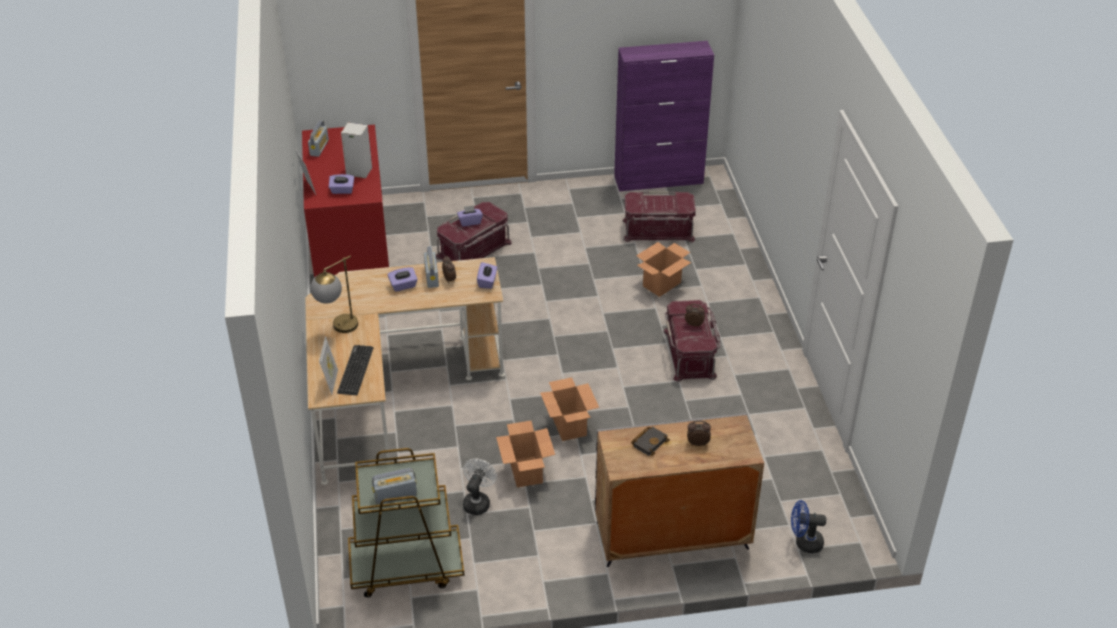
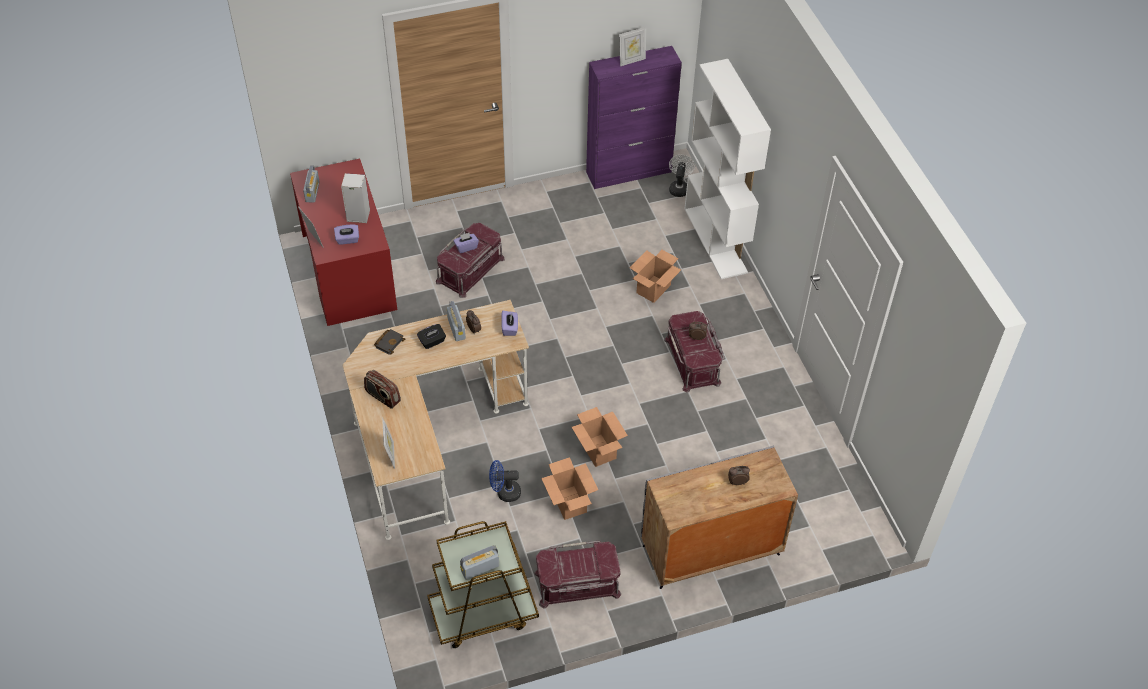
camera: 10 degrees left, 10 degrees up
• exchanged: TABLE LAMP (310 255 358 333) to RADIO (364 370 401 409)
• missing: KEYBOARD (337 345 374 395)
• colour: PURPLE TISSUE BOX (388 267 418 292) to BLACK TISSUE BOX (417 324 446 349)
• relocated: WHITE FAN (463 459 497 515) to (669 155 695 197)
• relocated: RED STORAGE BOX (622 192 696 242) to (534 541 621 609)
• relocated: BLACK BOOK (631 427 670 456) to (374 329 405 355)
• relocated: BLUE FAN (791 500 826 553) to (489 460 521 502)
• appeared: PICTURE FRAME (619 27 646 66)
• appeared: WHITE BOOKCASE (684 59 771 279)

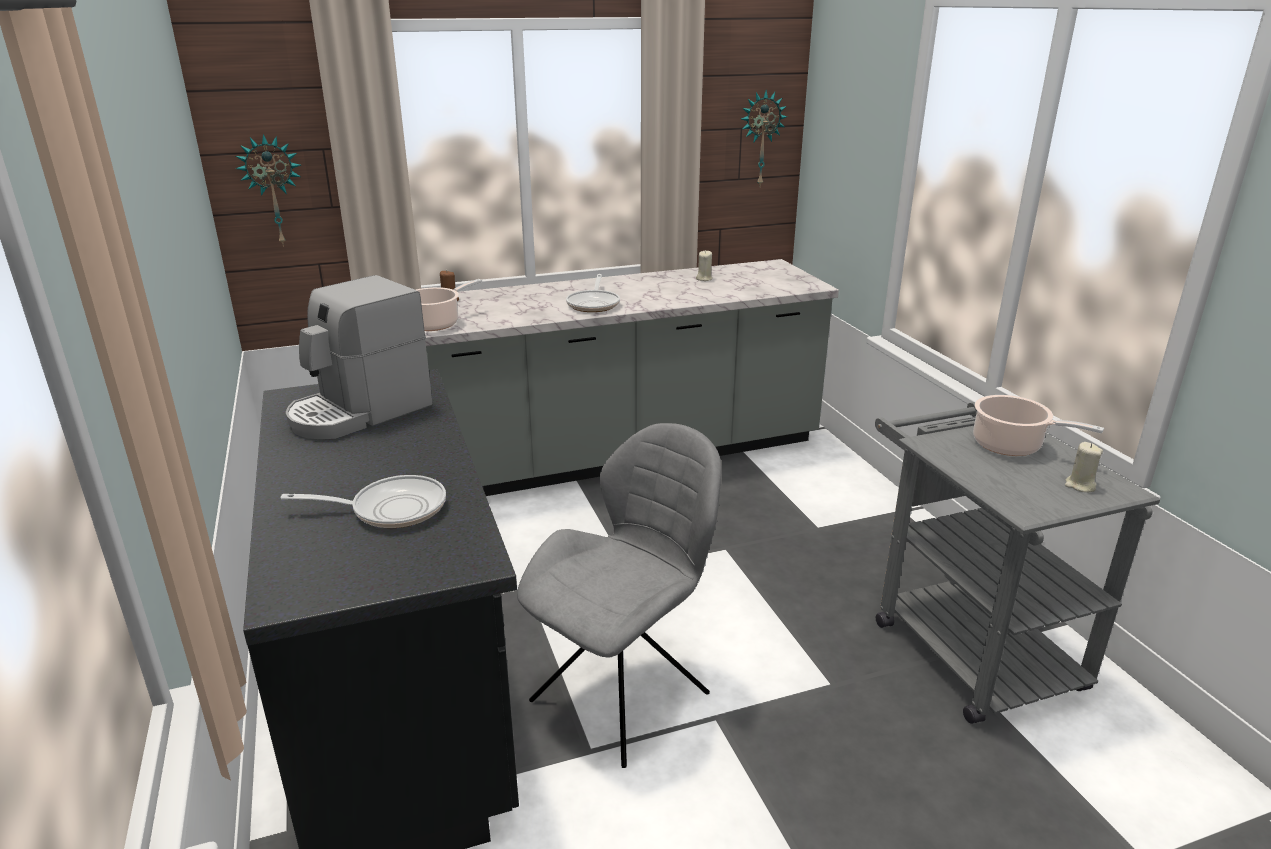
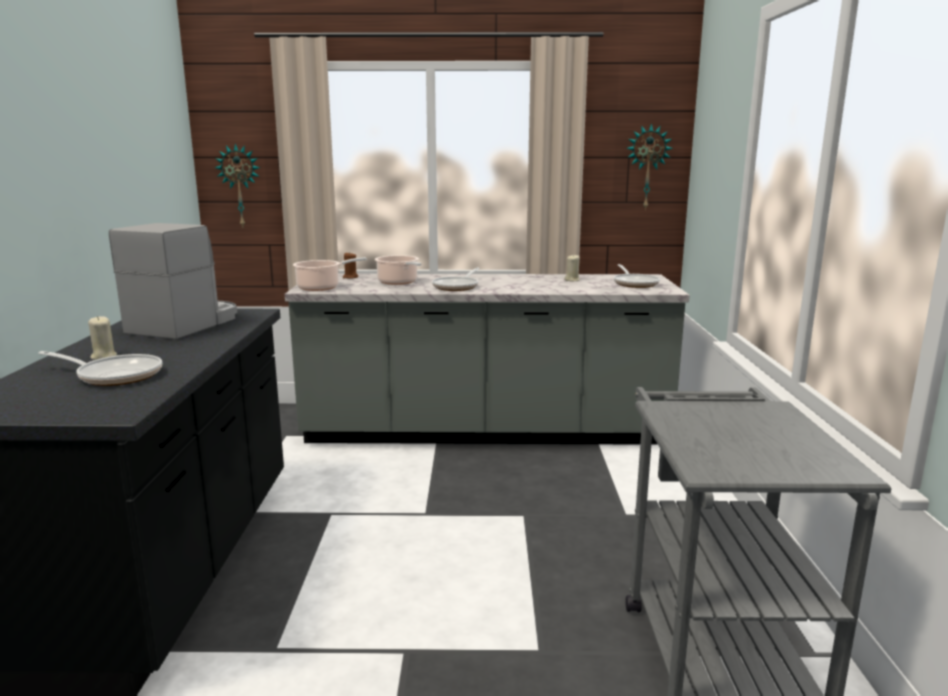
camera: 20 degrees right, 10 degrees down
• spun: COFFEE MACHINE (286 275 432 439) = (109 223 237 339) 135 degrees clockwise
• missing: GREY CHAIR (517 423 721 768)
• relocated: COOKING POT (973 395 1104 456) to (375 255 421 285)
• relocated: BEIGE CANDLE (1065 442 1103 492) to (88 316 117 360)
• appeared: FRYING PAN (614 264 660 288)

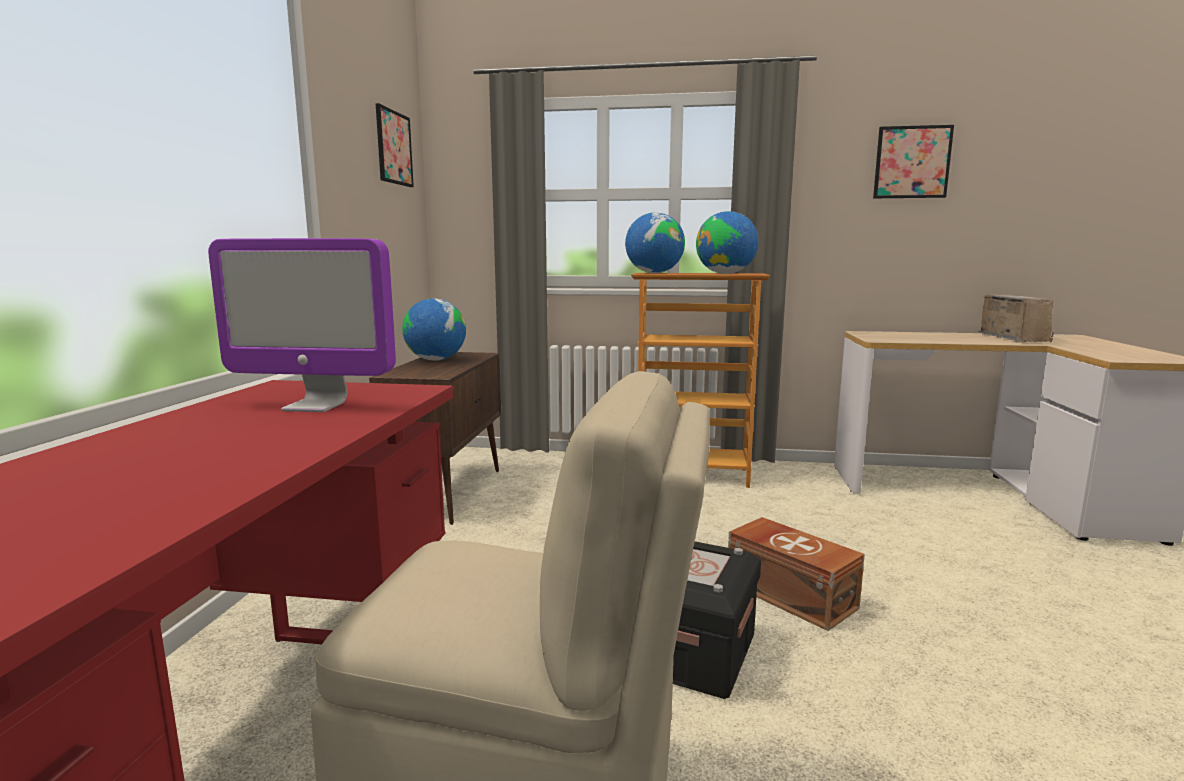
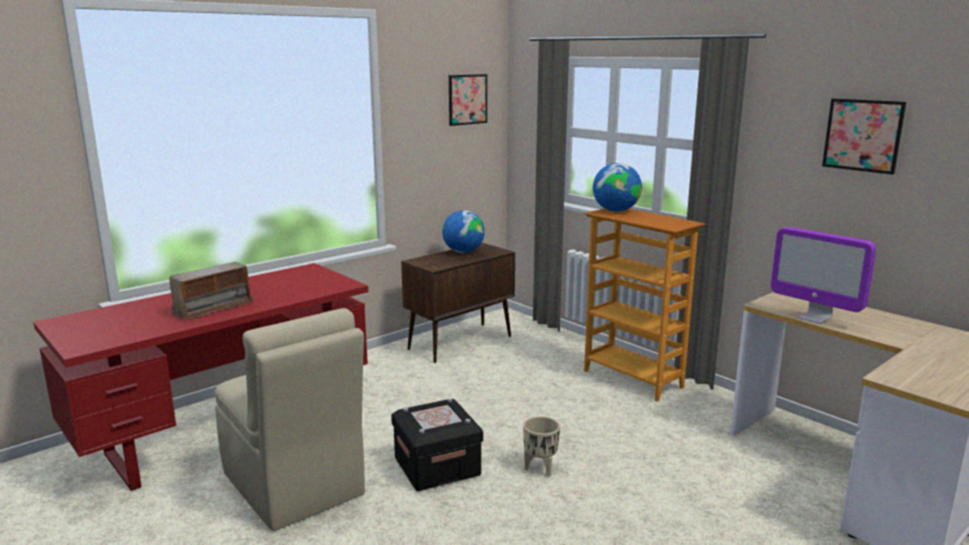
camera: 40 degrees right, 5 degrees up
• relocated: MONITOR (208 238 396 412) to (771 227 876 324)
• missing: GLOBE (696 211 758 274)
• exchanged: BROWN STORAGE BOX (728 517 865 631) to BEIGE PLANTER (523 416 560 477)
• relocated: RADIO (980 294 1054 343) to (169 262 254 320)

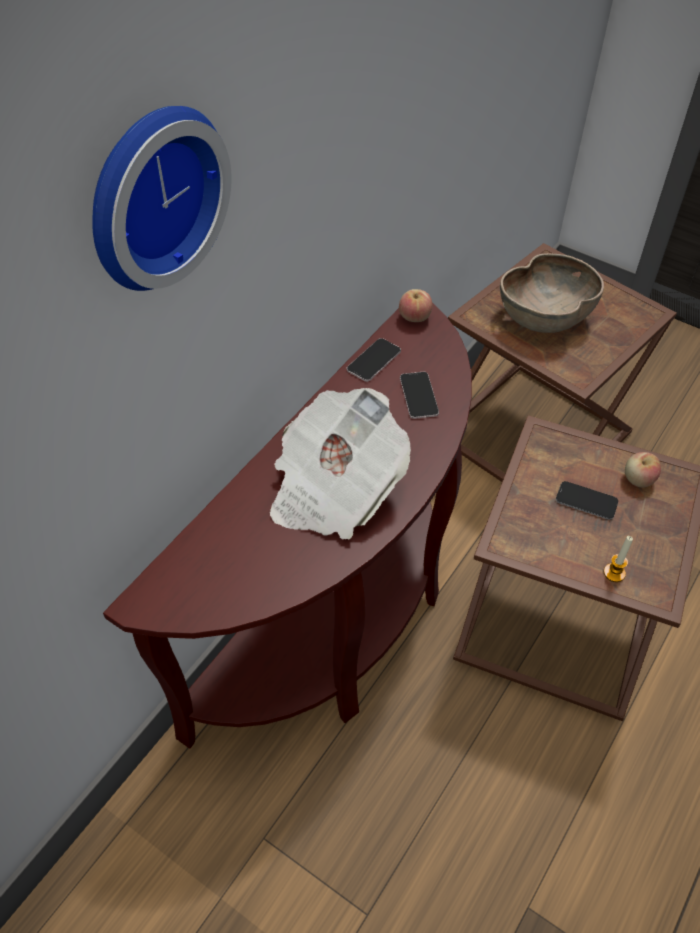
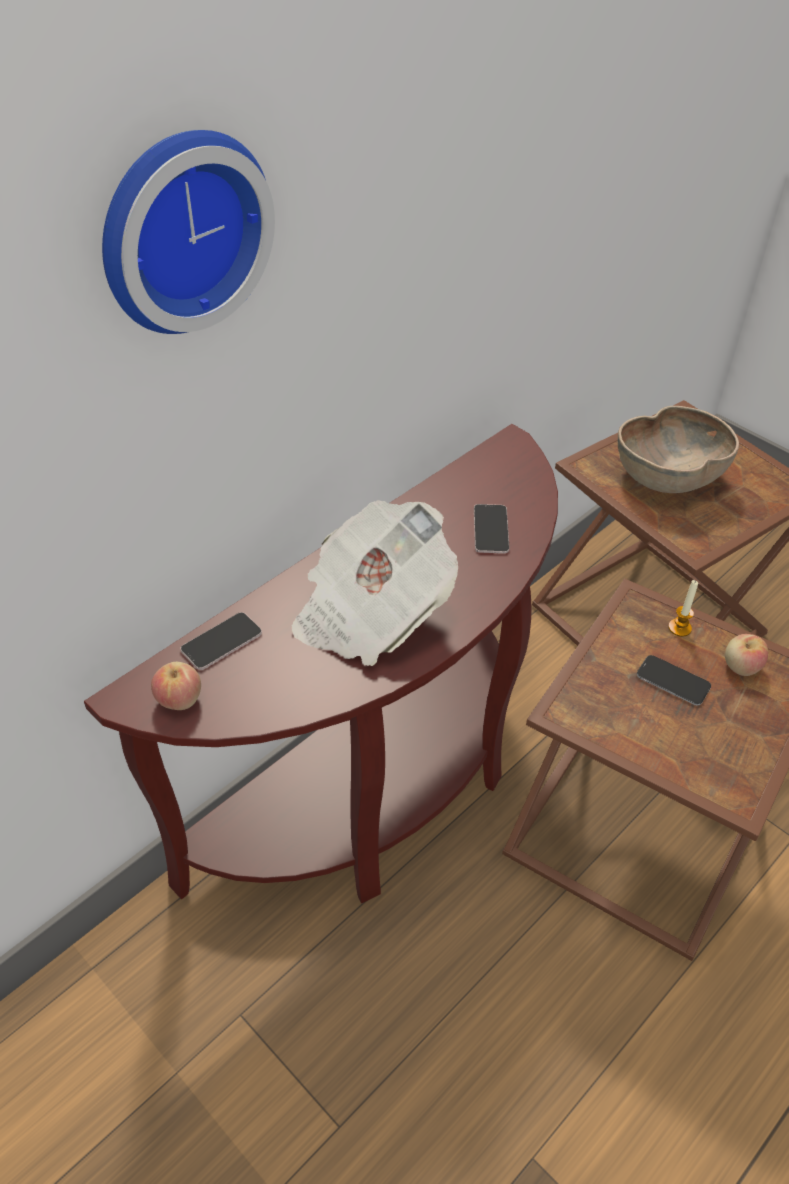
camera: 10 degrees right, 5 degrees down
• relocated: PHONE (347 338 401 382) to (180 612 262 670)
• relocated: APPLE (399 289 432 322) to (151 662 201 710)
• relocated: CANDLE (604 536 633 582) to (668 580 698 637)

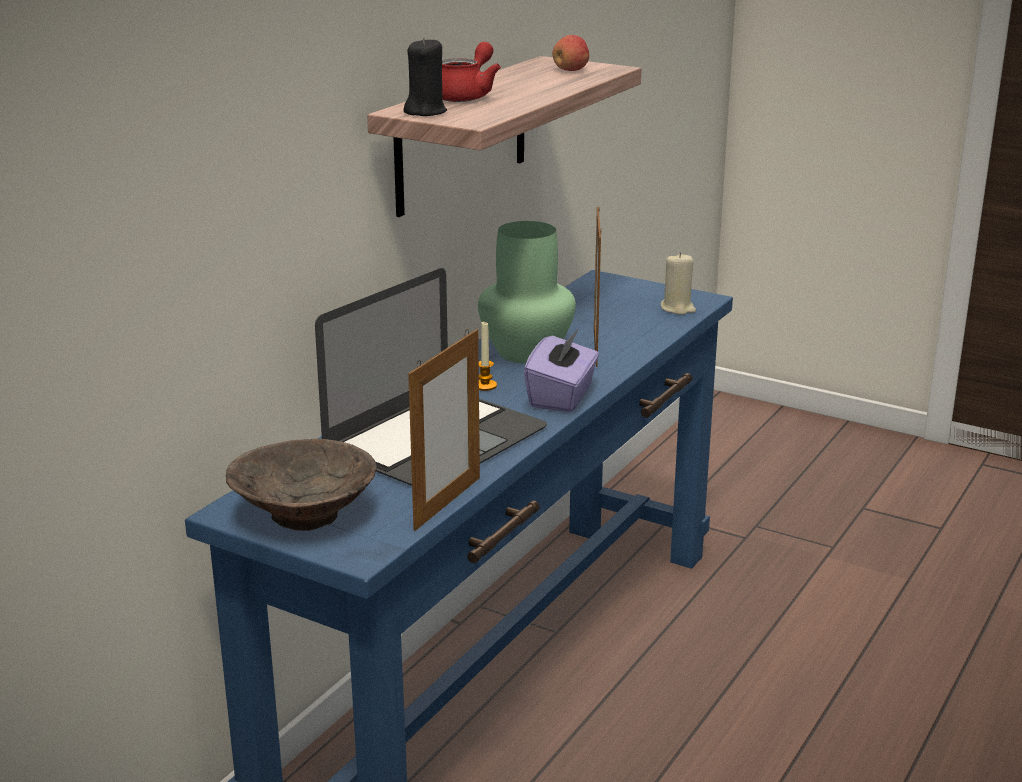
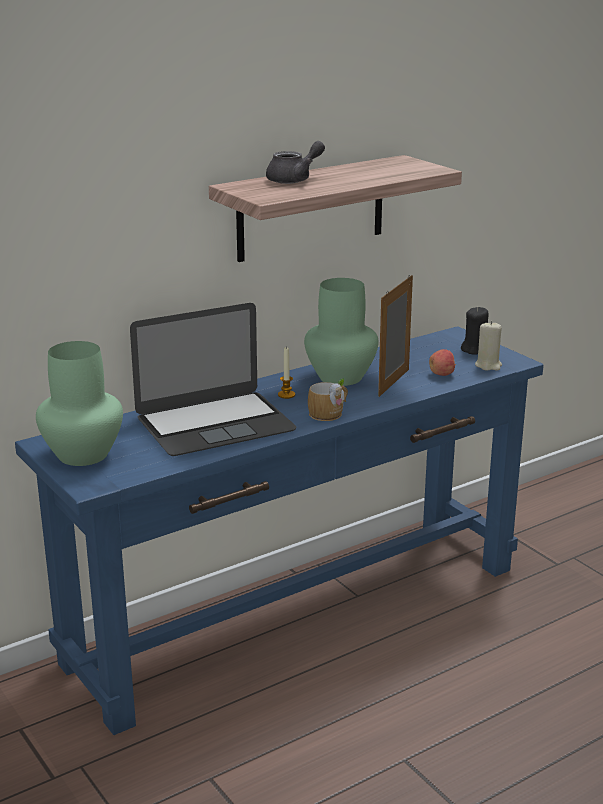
camera: 25 degrees right, 0 degrees up
• exchanged: BROWN BOWL (226 439 377 531) to GREEN VASE (36 341 123 466)
• relocated: BLACK CANDLE (403 37 447 116) to (461 307 489 354)
• missing: PICTURE FRAME (408 329 480 531)
• colour: RED TEAPOT (442 42 501 102) to GREY TEAPOT (266 141 325 184)
• exchanged: PURPLE TISSUE BOX (524 330 599 412) to MUG (308 379 348 421)
• relocated: APPLE (552 35 589 71) to (429 349 456 376)

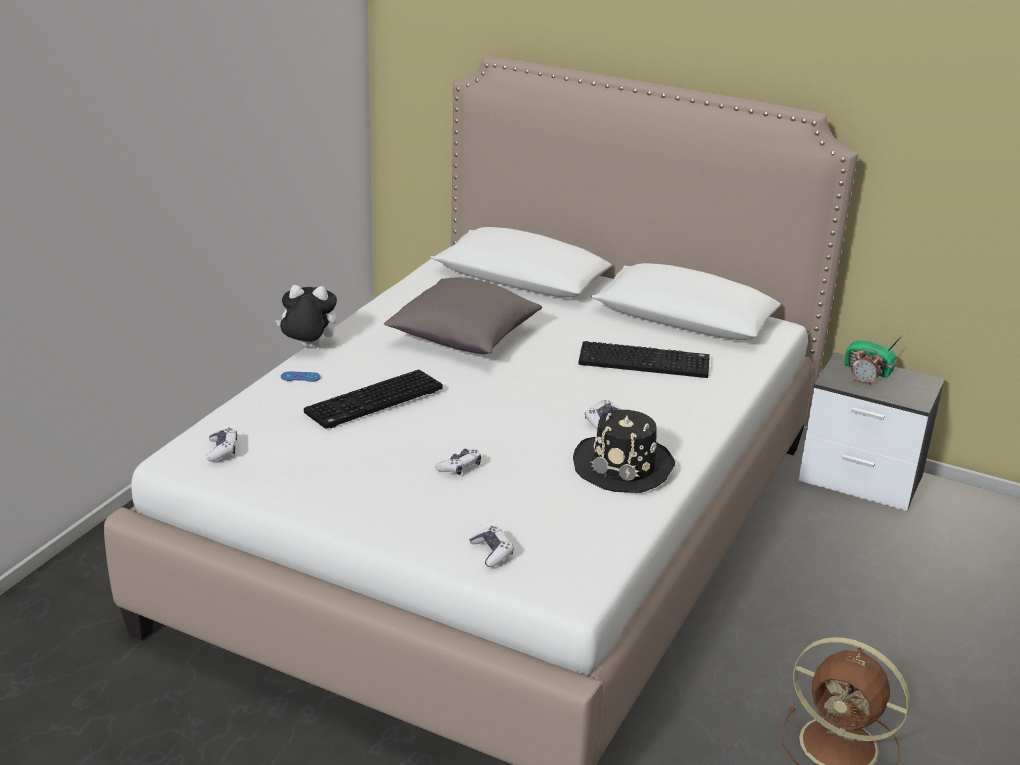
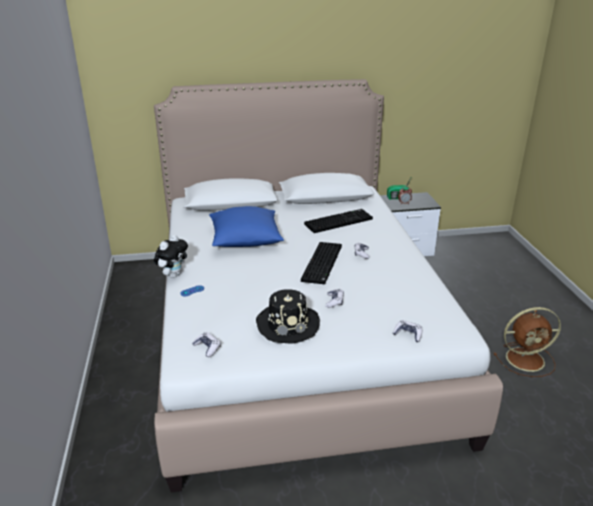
camera: 35 degrees left, 0 degrees up
• spun: PLUSH TOY (275 285 337 348) = (154 235 188 278) 150 degrees clockwise
• relocated: KEYBOARD (304 369 443 429) to (301 242 342 284)
• colour: GREY PILLOW (384 277 542 354) to BLUE PILLOW (209 206 284 247)
• relocated: BLACK HAT (573 410 675 493) to (256 289 320 344)

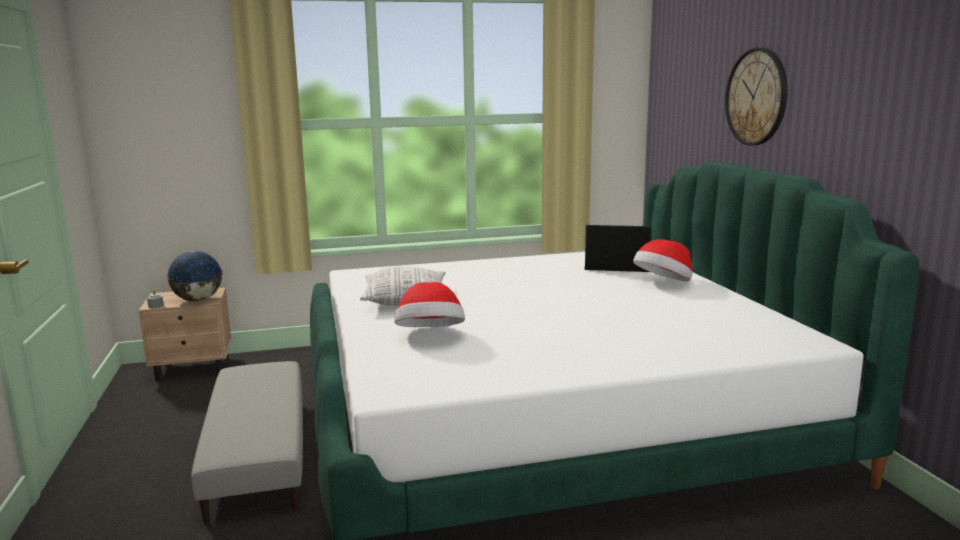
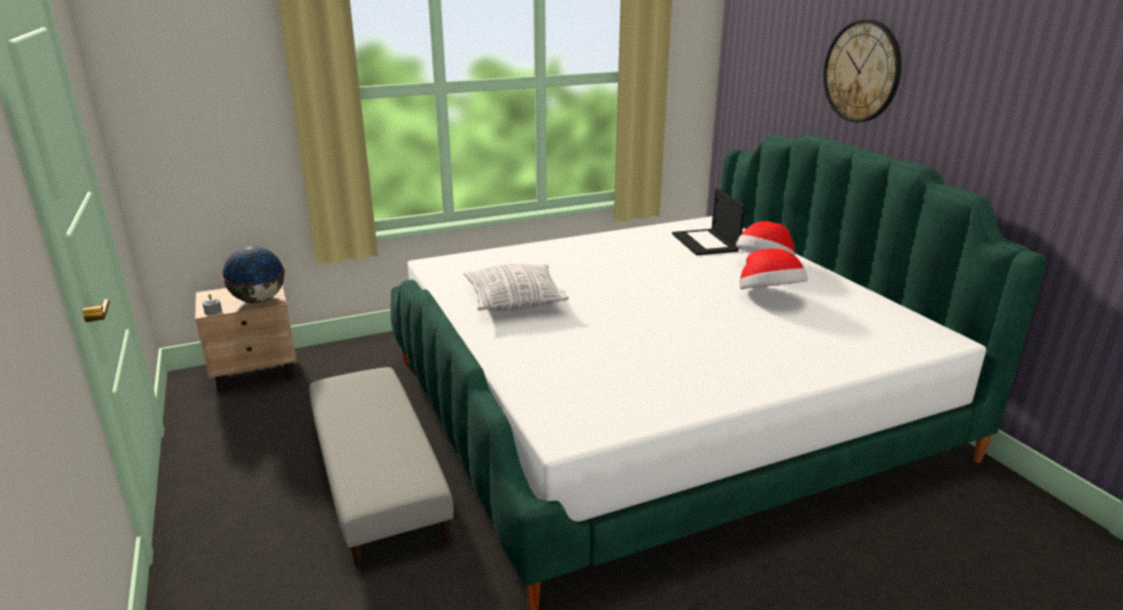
camera: 10 degrees left, 10 degrees up
• relocated: HAT (394 282 465 327) to (740 248 808 289)
• spun: LAPTOP (585 225 651 272) = (672 188 745 255) 105 degrees counterclockwise

